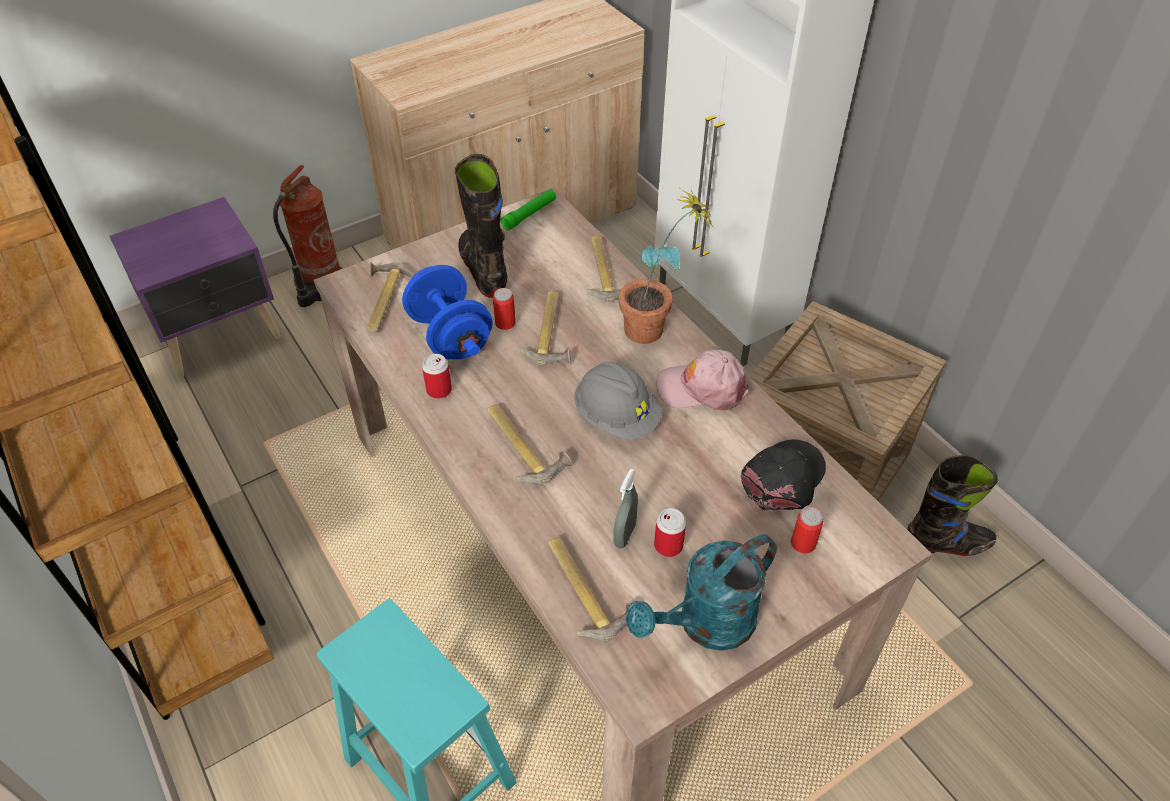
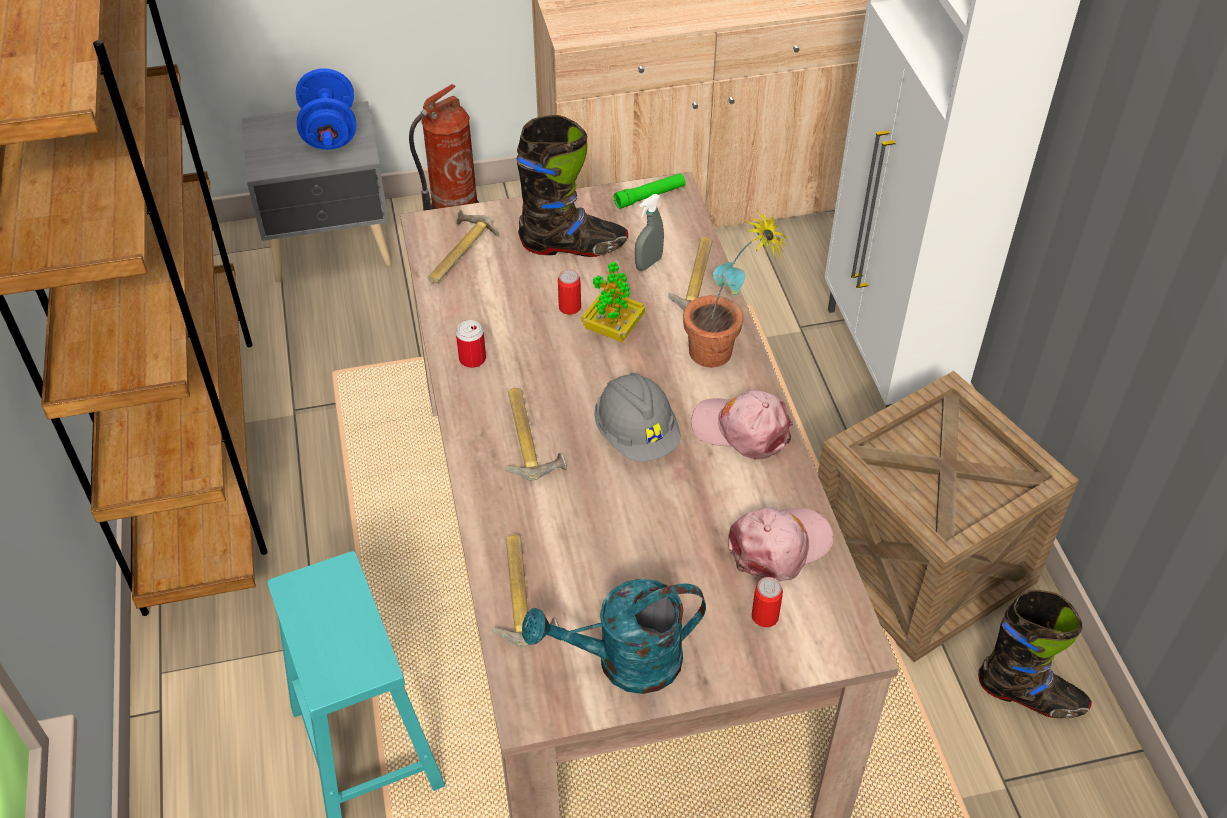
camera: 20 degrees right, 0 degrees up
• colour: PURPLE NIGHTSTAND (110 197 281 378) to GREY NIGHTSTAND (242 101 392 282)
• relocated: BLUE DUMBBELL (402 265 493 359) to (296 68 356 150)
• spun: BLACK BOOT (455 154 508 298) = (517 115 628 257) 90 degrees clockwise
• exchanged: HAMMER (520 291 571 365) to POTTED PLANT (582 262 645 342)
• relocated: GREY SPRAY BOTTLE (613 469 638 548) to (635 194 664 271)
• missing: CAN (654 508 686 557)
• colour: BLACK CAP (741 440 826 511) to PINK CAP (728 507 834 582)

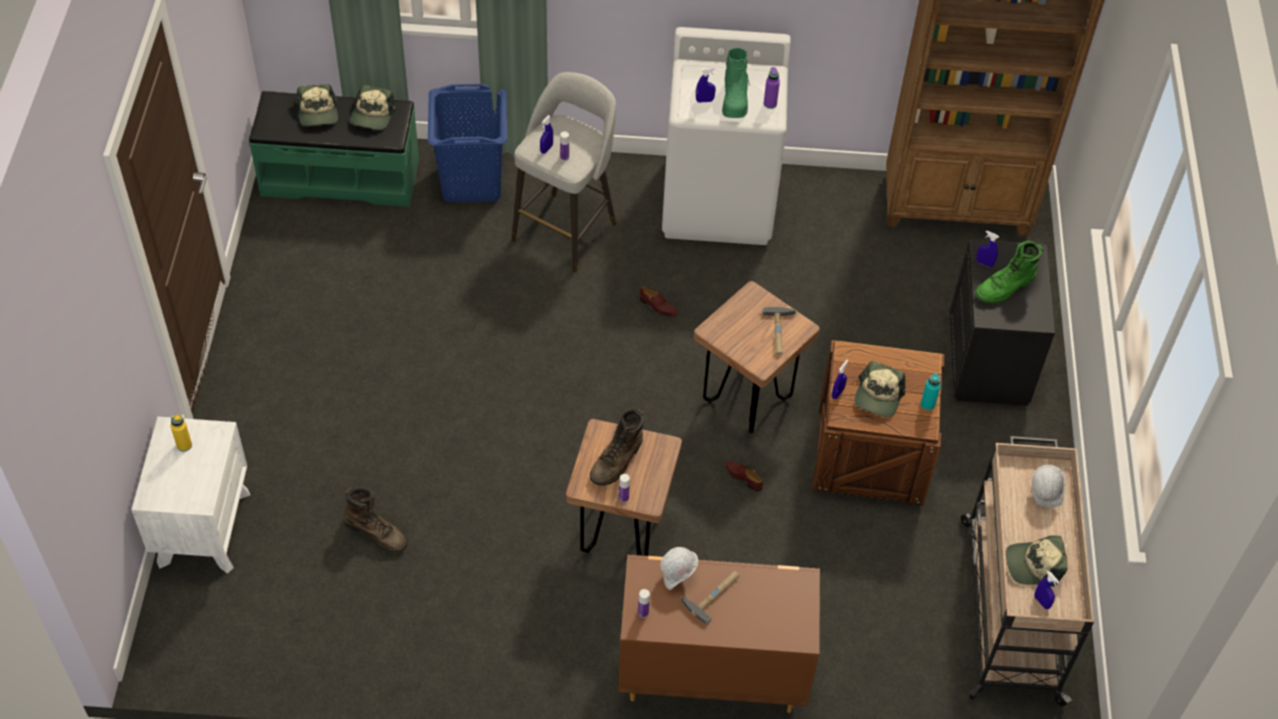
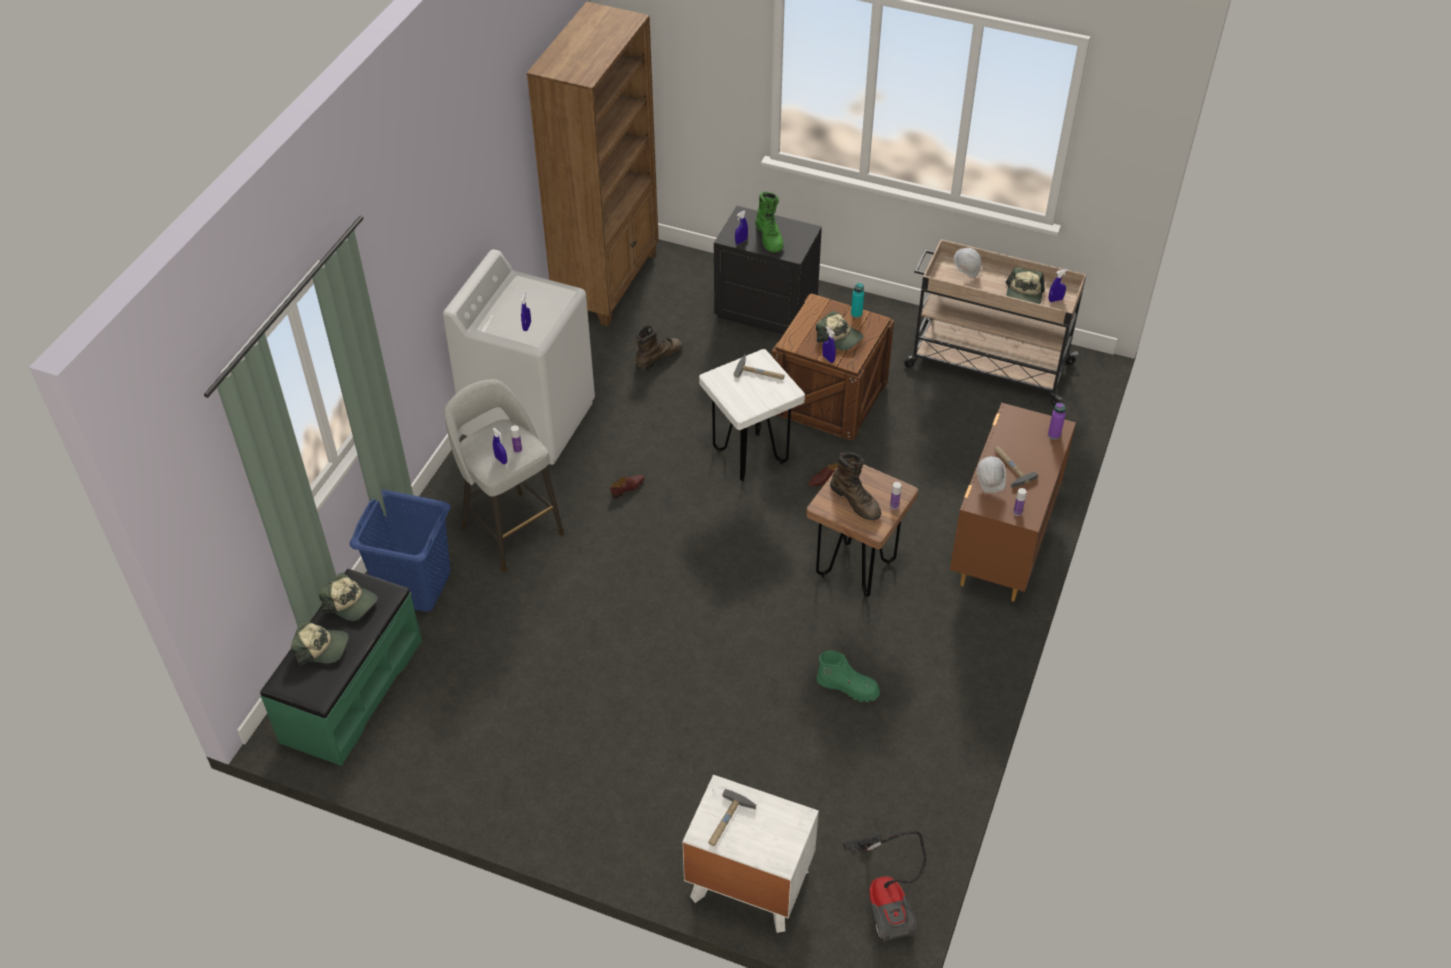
camera: 70 degrees left, 5 degrees down
• exchanged: YELLOW BOTTLE (171 414 192 452) to HAMMER (708 789 756 846)
• relocated: BROWN BOOT (344 487 407 553) to (635 325 683 372)
• colour: BROWN STOOL (693 281 820 433) to WHITE STOOL (699 349 805 481)
• relocated: GREEN BOOT (722 48 750 118) to (817 650 880 702)
• relocated: PURPLE BOTTLE (764 67 780 109) to (1048 403 1066 440)
• appeared: VACUUM CLEANER (843 831 926 943)

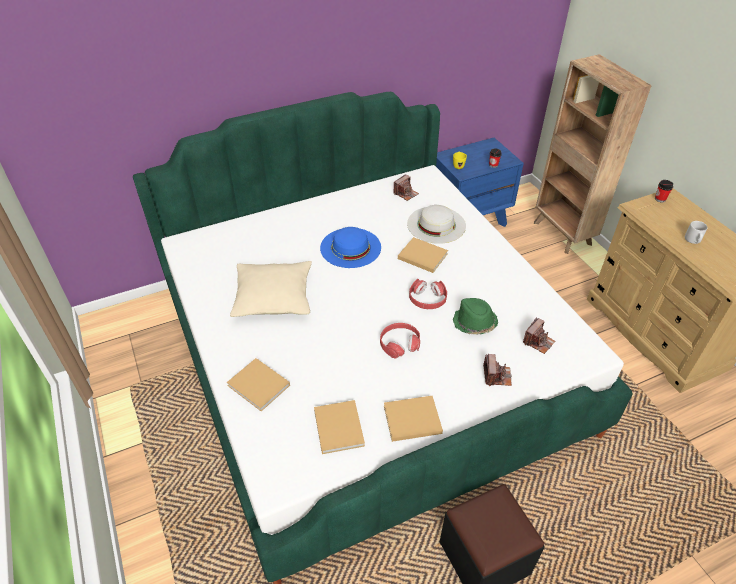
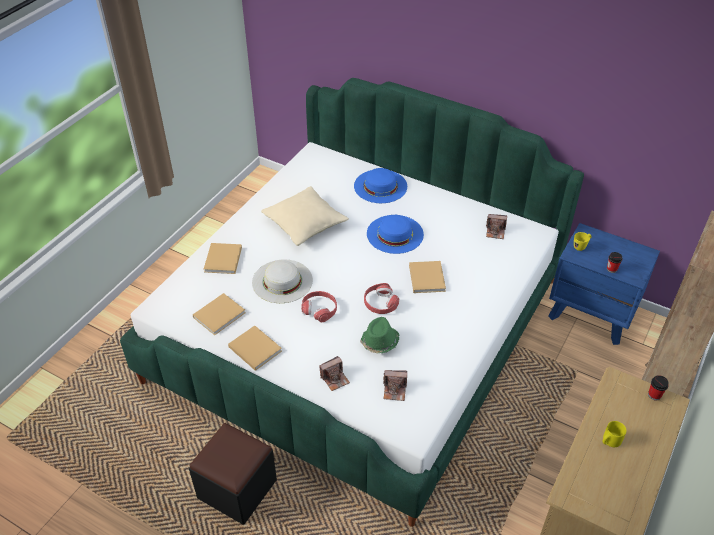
camera: 55 degrees right, 0 degrees up
• relocated: WHITE HAT (407 205 466 244) to (252 259 313 303)
• colour: GREY MUG (685 221 708 244) to YELLOW MUG (603 421 626 447)
• appeared: BLUE HAT (354 168 407 203)

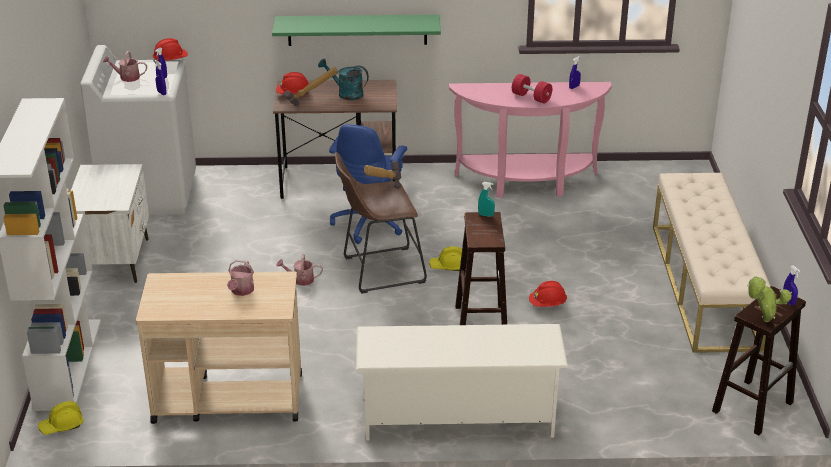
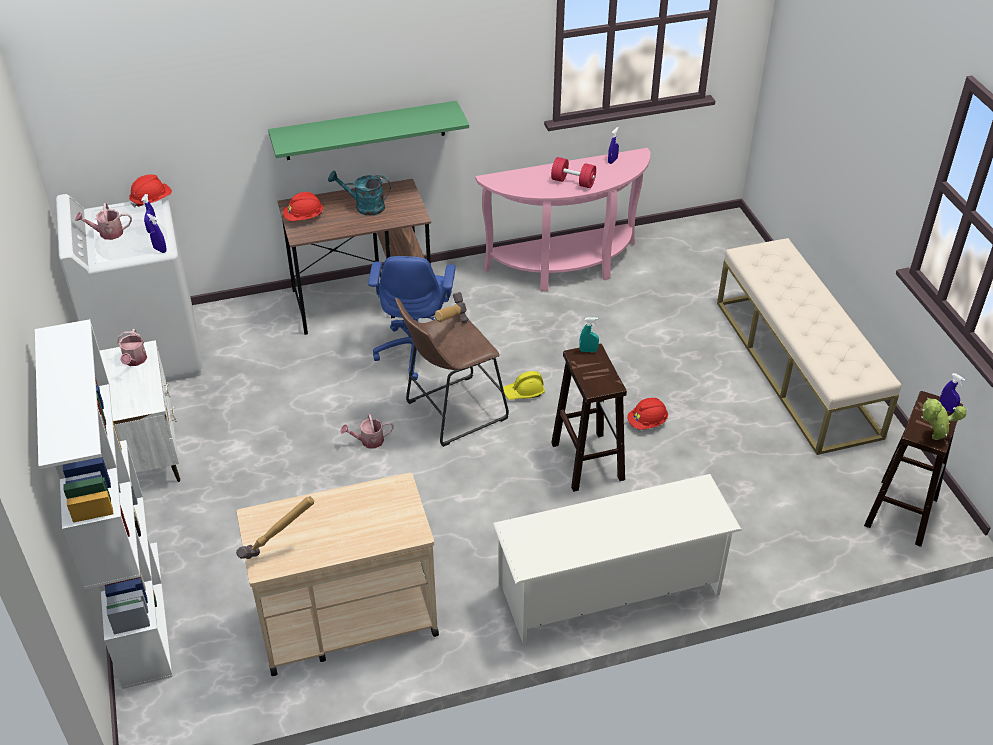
camera: 15 degrees left, 10 degrees up
• missing: YELLOW HARD HAT (38 401 84 435)
• relocated: WATERING CAN (227 260 254 296) to (117 329 147 366)
• relocated: HAMMER (284 67 338 106) to (236 497 314 559)

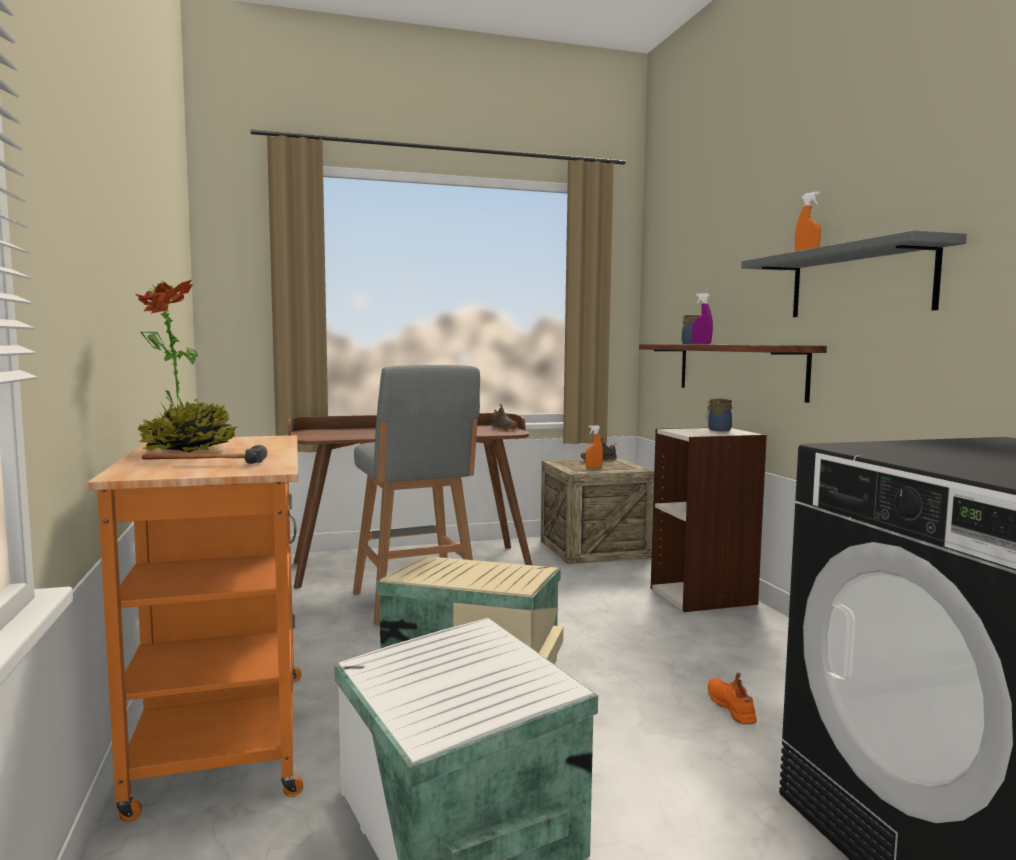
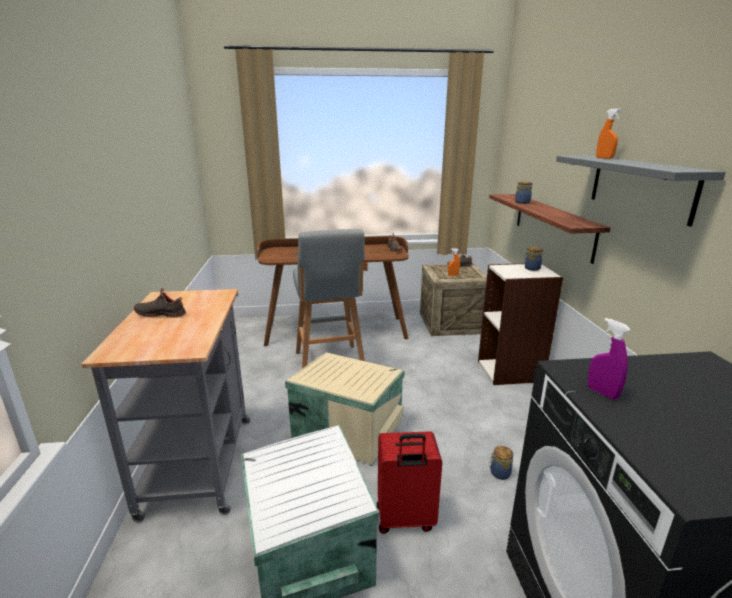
camera: 10 degrees right, 15 degrees up
• colour: ORANGE CART (87 435 303 822) to GREY CART (82 289 250 522)
• exchanged: POTTED PLANT (136 280 237 452) to BLACK SHOE (134 288 186 318)
• missing: HAMMER (142 445 267 464)
• relocated: PURPLE SPRAY BOTTLE (692 293 713 344) to (588 318 631 400)
• exchanged: ORANGE SHOE (708 672 757 724) to JAR (489 446 513 480)
• appeared: RED SUITCASE (377 431 442 534)

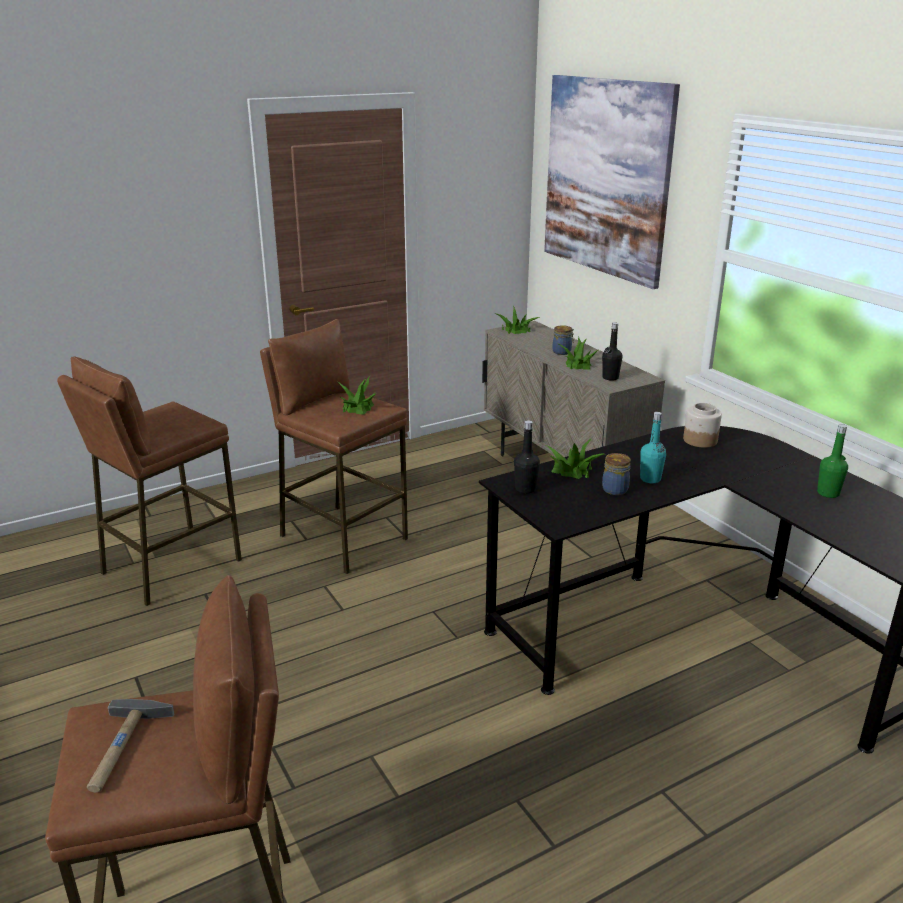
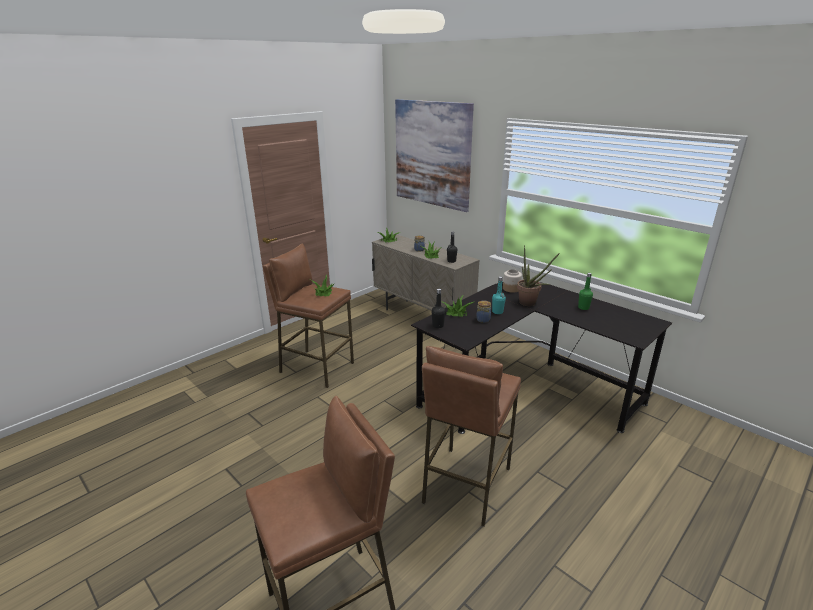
camera: 15 degrees left, 0 degrees up
• relocated: BROWN STOOL (57 356 242 606) to (422 346 521 526)
• missing: HAMMER (87 699 175 792)
• appeared: POTTED PLANT (517 245 560 306)

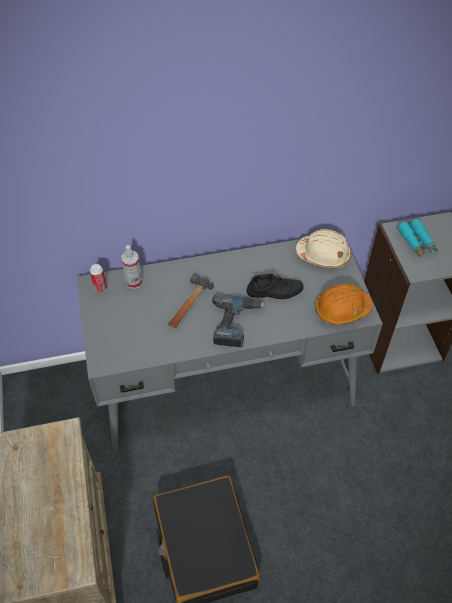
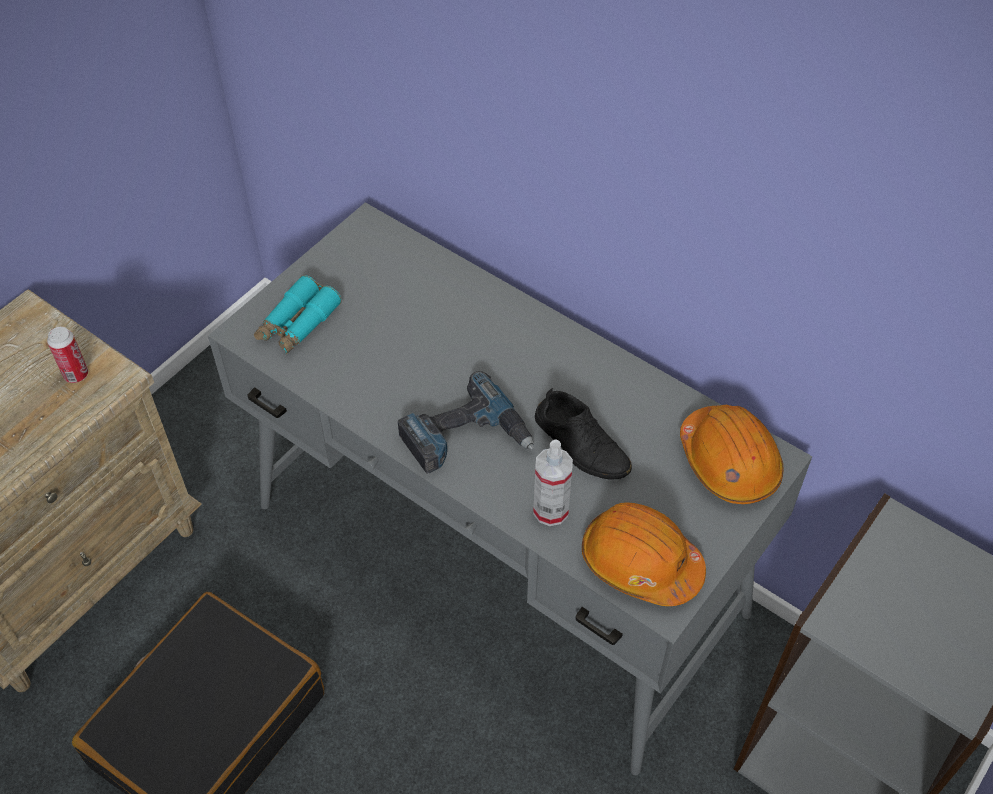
camera: 50 degrees right, 0 degrees up
• relocated: CAN (90 264 107 293) to (47 327 88 383)
• relocated: SPRAY BOTTLE (121 245 142 289) to (533 439 573 526)
• missing: HAMMER (168 274 214 328)
• colour: BEIGE HARD HAT (296 229 351 268) to ORANGE HARD HAT (680 405 784 504)
• relocated: TURQUOISE BINOCULARS (397 218 438 258) to (254 275 342 355)

